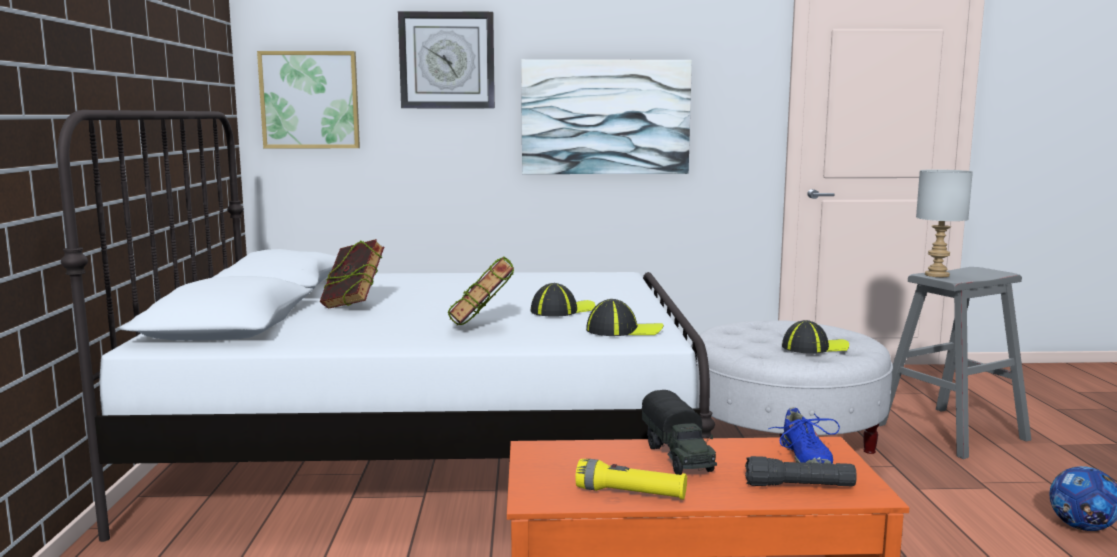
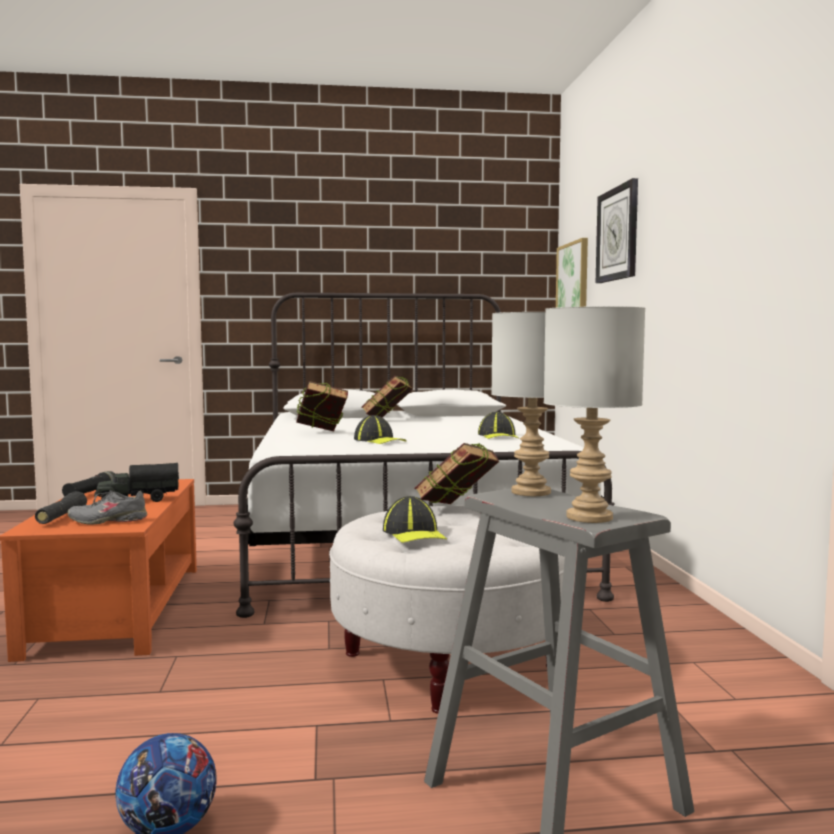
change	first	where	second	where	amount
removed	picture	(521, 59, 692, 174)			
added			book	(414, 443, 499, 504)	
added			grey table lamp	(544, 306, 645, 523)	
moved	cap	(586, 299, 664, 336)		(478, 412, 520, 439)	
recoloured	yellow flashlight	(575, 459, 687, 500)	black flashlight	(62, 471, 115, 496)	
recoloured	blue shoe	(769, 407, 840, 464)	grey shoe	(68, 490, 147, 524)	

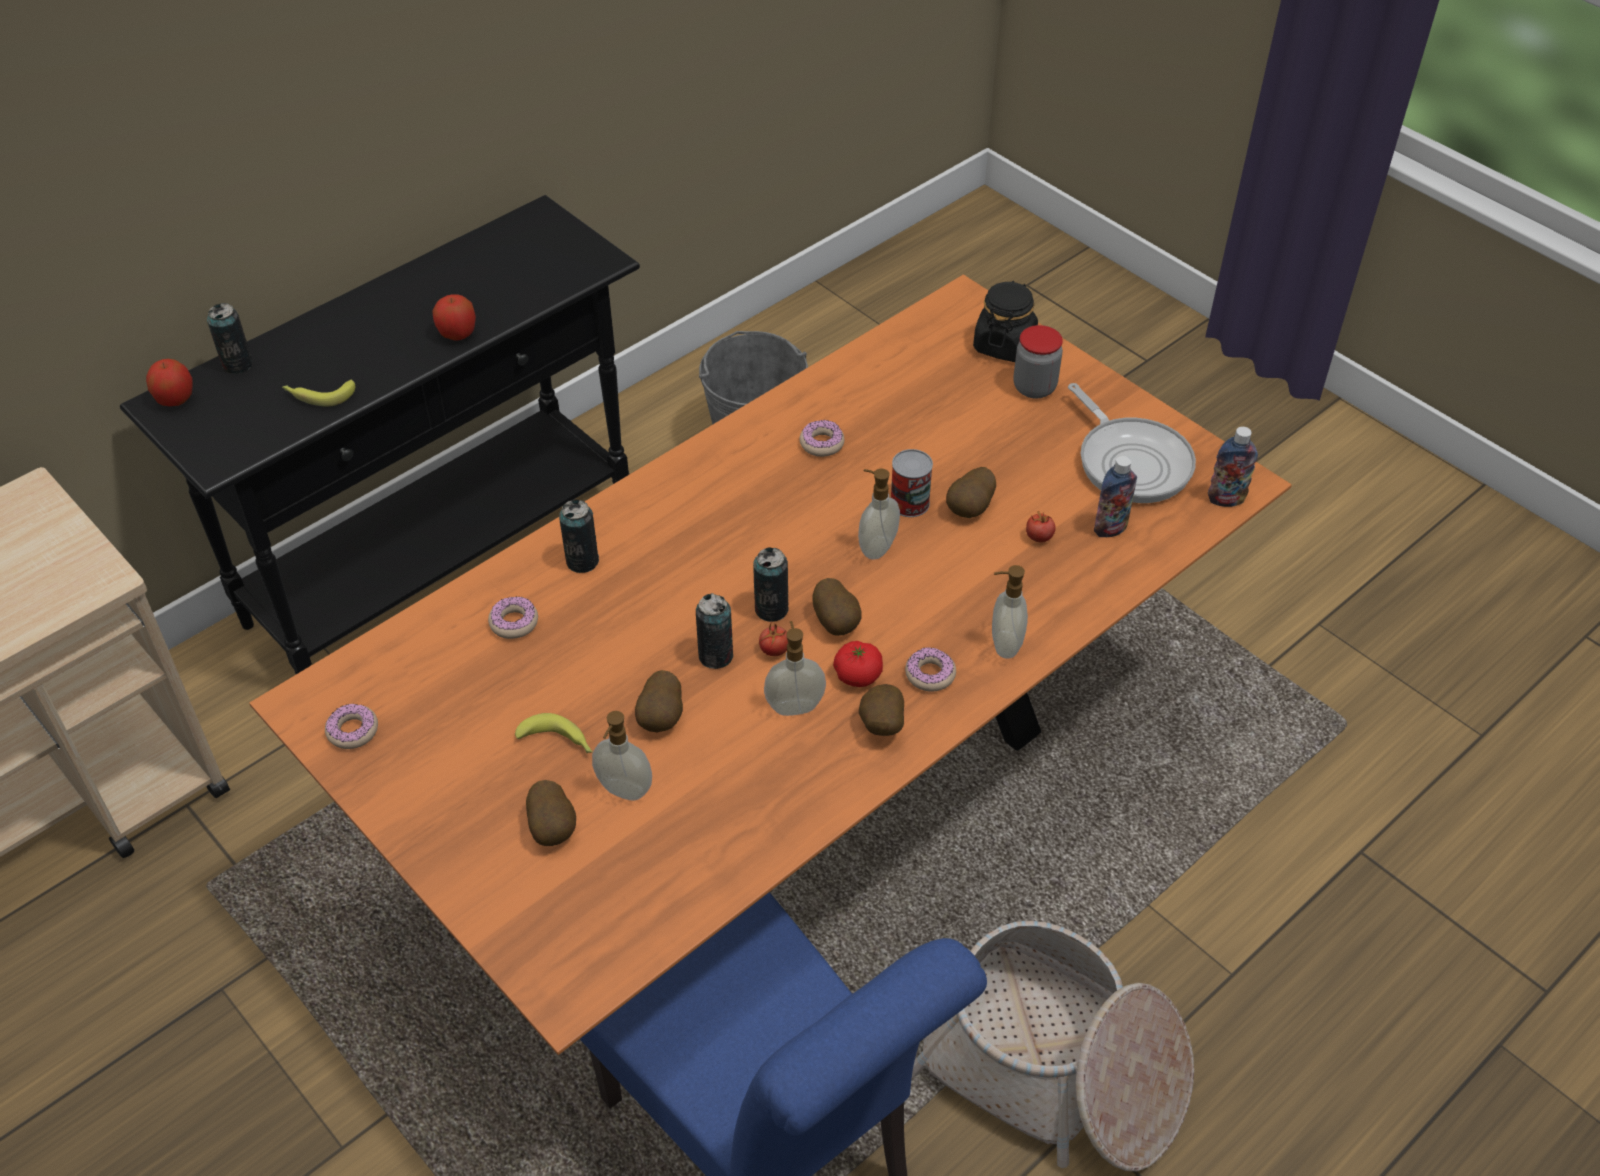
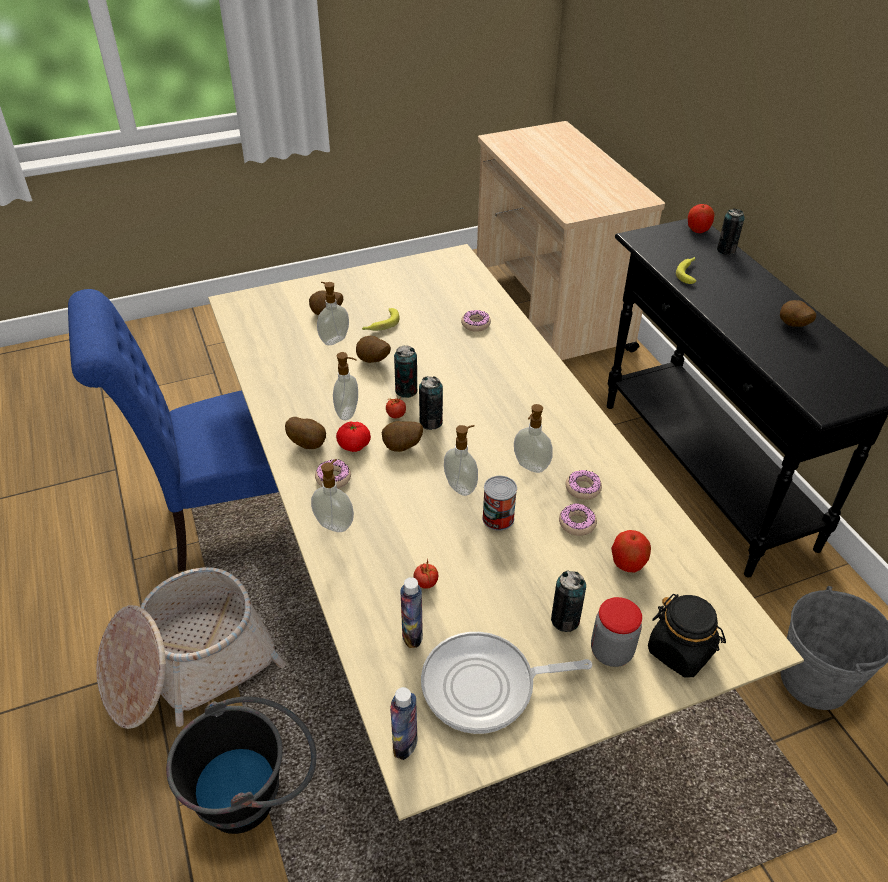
change	first	where	second	where	amount
added			black bucket	(166, 697, 317, 834)	
added			soap dispenser	(514, 404, 553, 473)	
moved	donut	(325, 704, 378, 749)		(559, 503, 597, 536)	
moved	apple	(432, 294, 476, 341)		(611, 530, 651, 572)	
moved	can	(559, 499, 599, 573)		(551, 570, 586, 632)	
moved	potato	(946, 467, 996, 518)		(780, 300, 816, 327)	
recoloured	orange dining table	(249, 274, 1292, 1055)	beige dining table	(208, 244, 804, 821)	

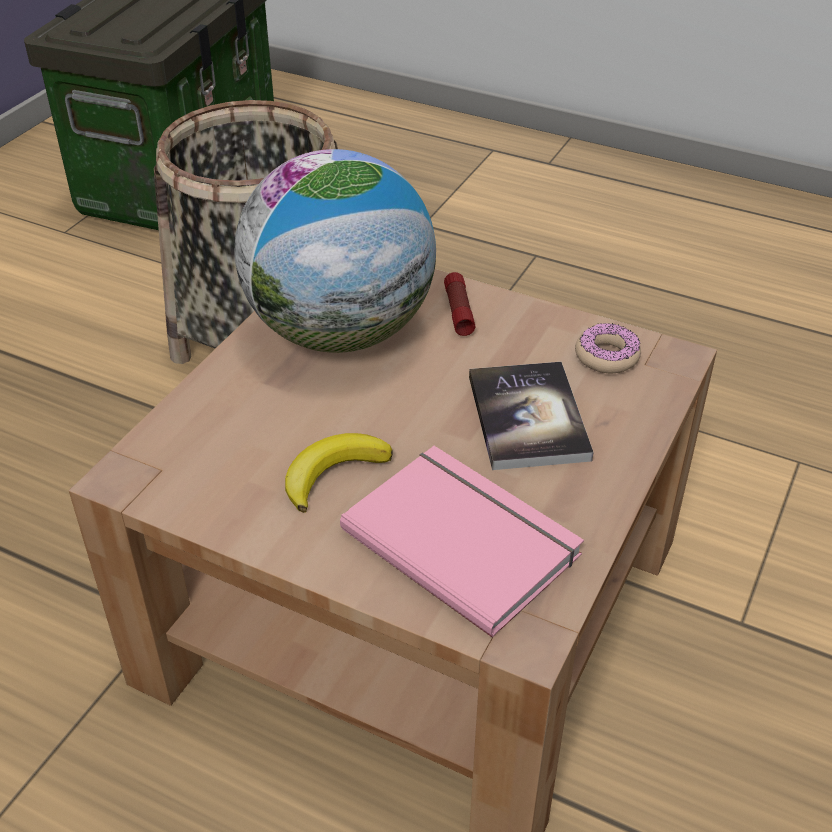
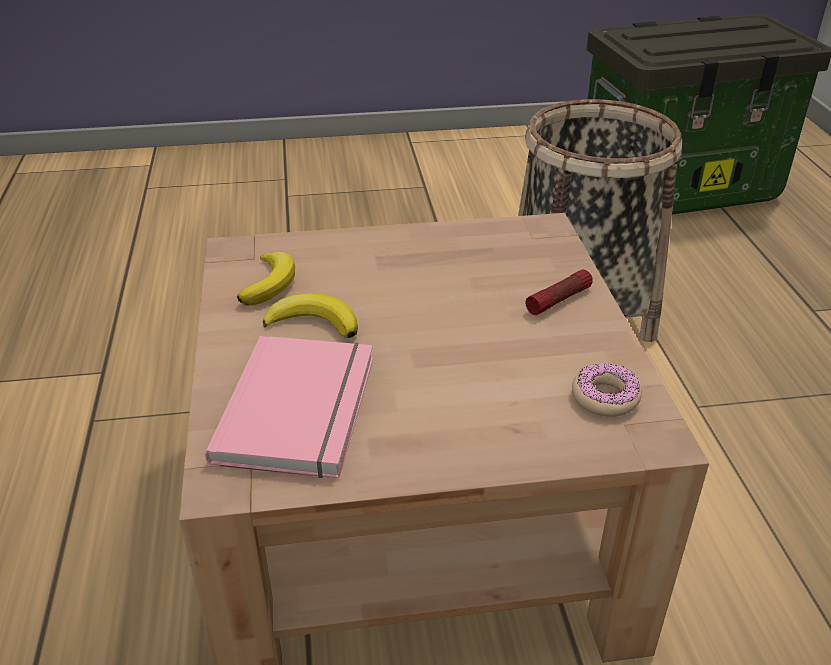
change	first	where	second	where	amount
removed	globe	(235, 149, 436, 353)			
removed	book	(469, 362, 594, 470)			
added			banana	(237, 252, 295, 306)	

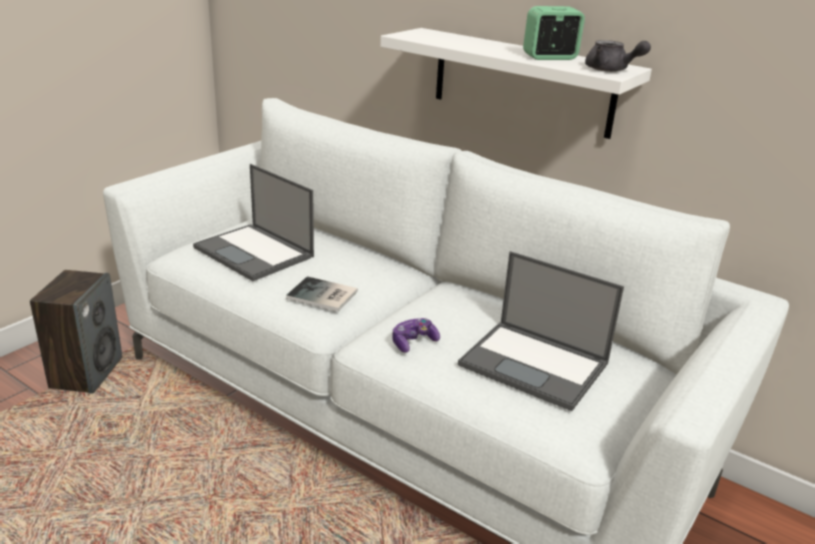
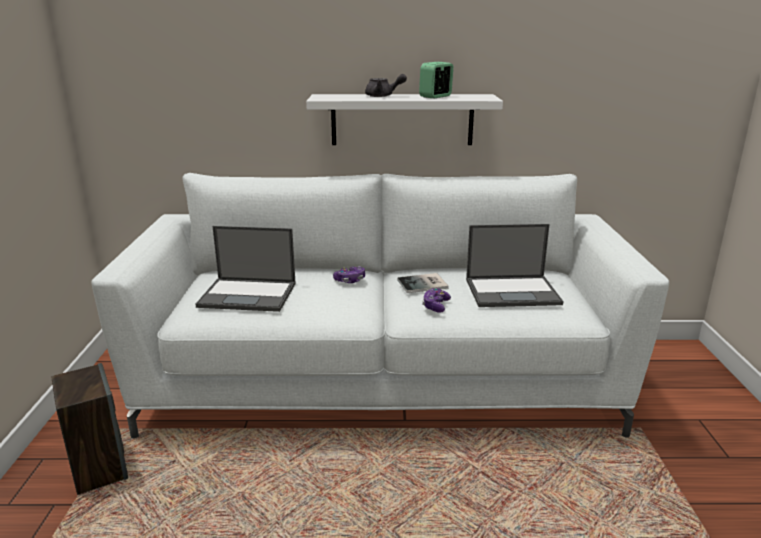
change	first	where	second	where	amount
added			game controller	(333, 266, 365, 283)	
moved	book	(286, 276, 358, 312)		(397, 273, 448, 293)	
moved	grey teapot	(585, 40, 651, 72)		(365, 74, 407, 97)	

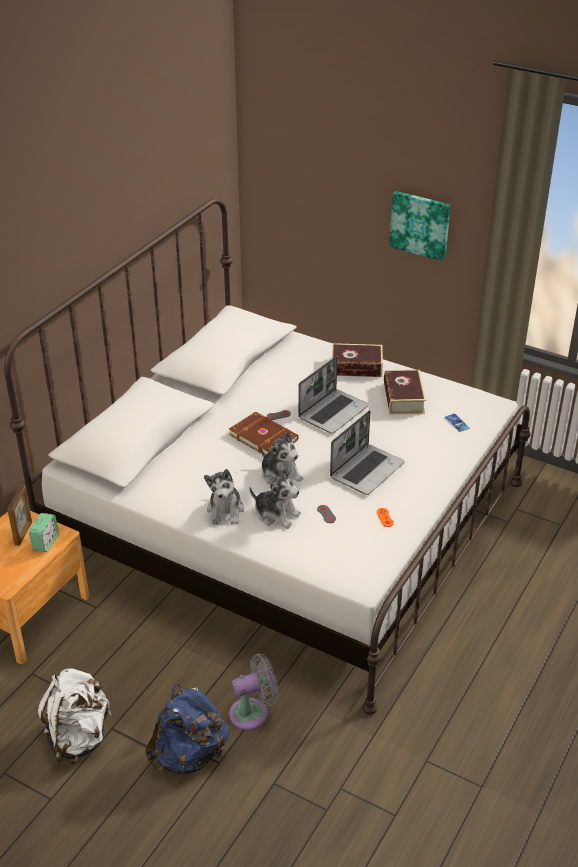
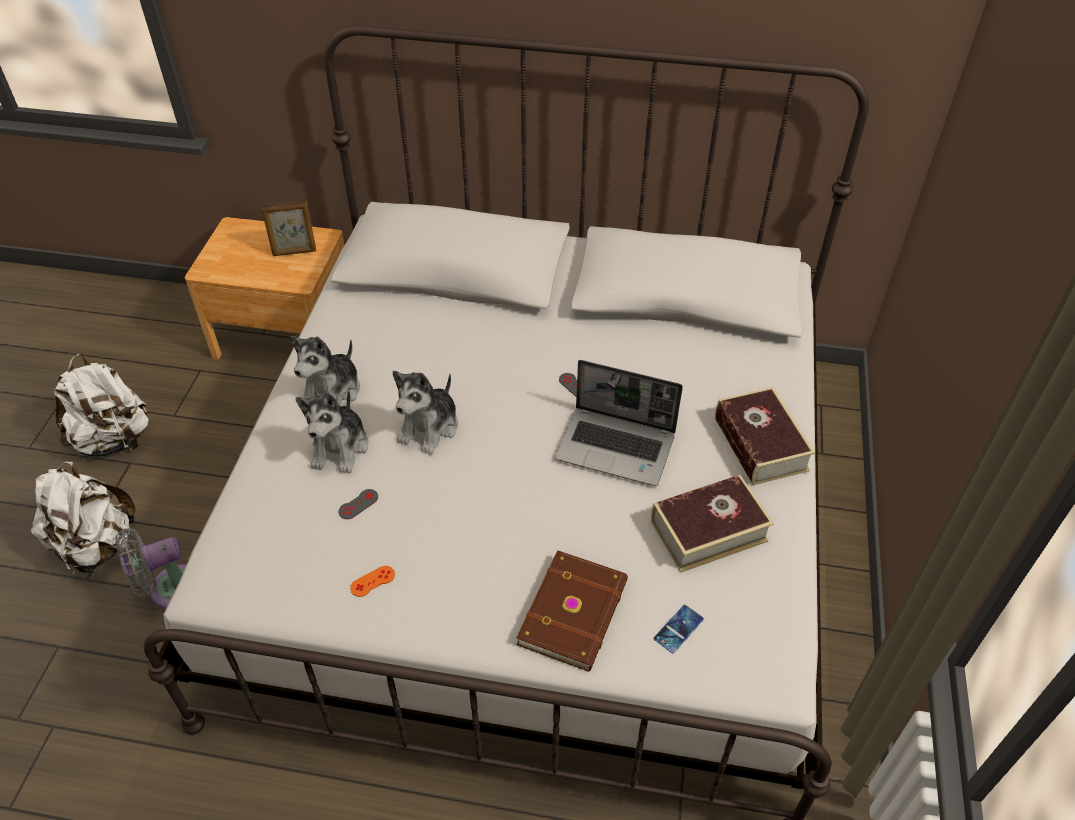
change	first	where	second	where	amount
removed	alarm clock	(29, 513, 59, 552)			
removed	laptop	(330, 410, 405, 495)			
removed	picture	(389, 191, 451, 261)			
moved	brown book	(229, 412, 299, 455)		(516, 550, 628, 671)	
recoloured	blue backpack	(145, 684, 230, 774)	white backpack	(31, 462, 136, 575)	
turned	plush toy	(204, 469, 244, 525)		(291, 336, 360, 407)	45 degrees counterclockwise
turned	grey fan	(229, 654, 279, 730)		(115, 528, 186, 609)	105 degrees clockwise

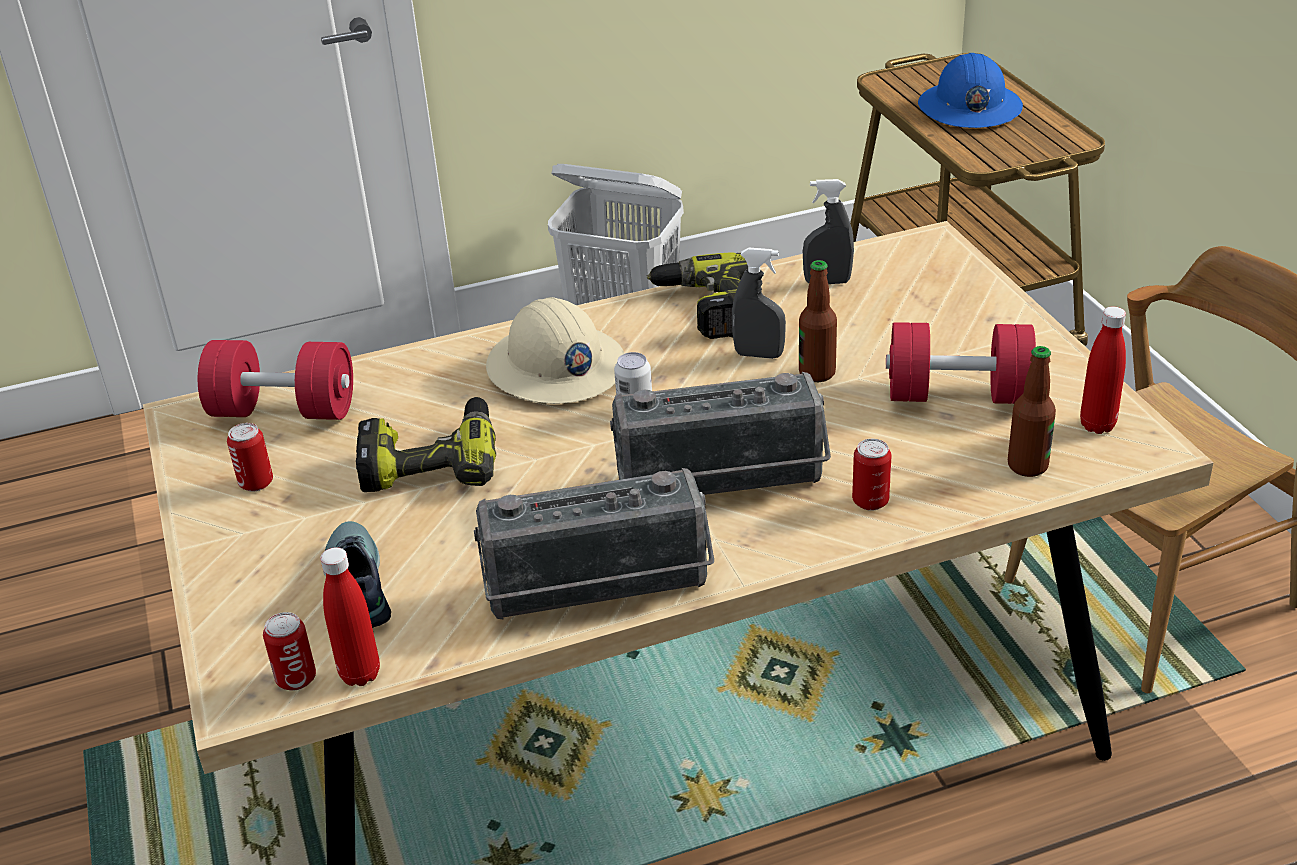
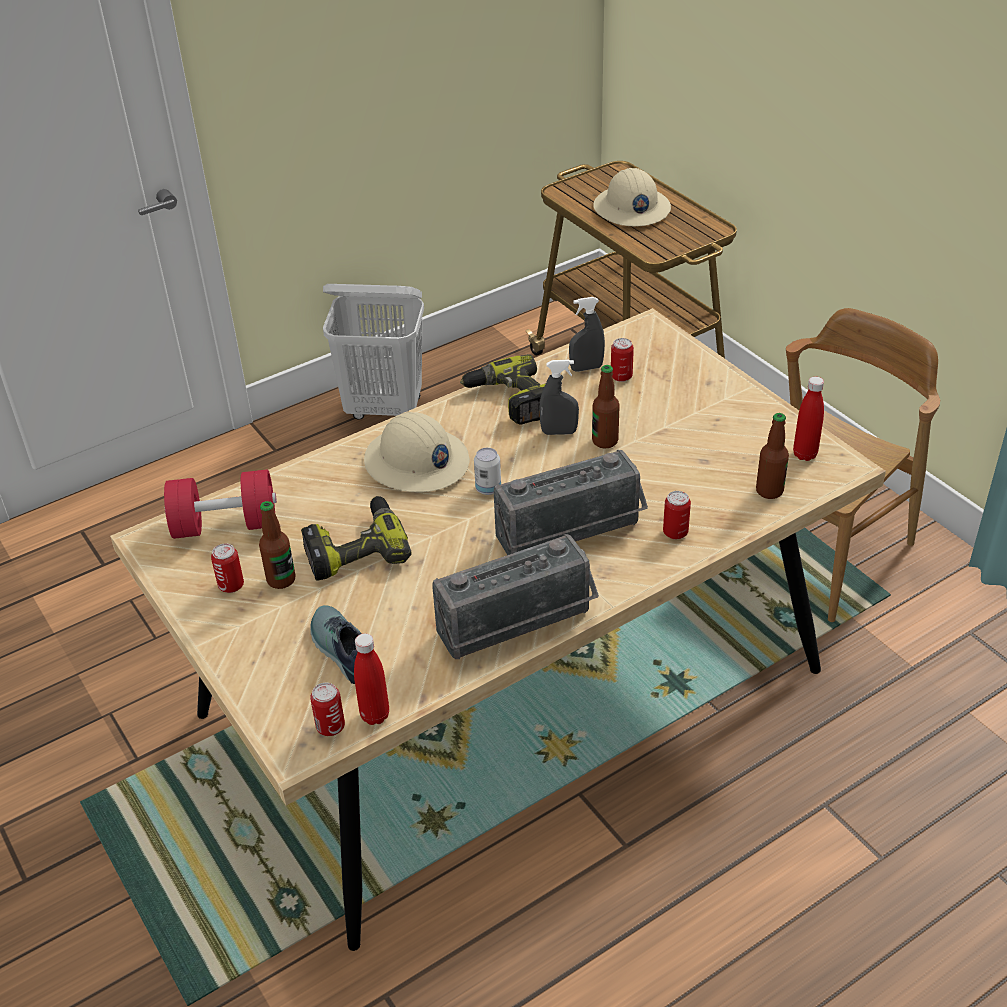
change	first	where	second	where	amount
removed	red dumbbell	(886, 322, 1036, 404)			
added			bottle	(259, 501, 295, 589)	
added			can	(611, 338, 634, 382)	
recoloured	blue hard hat	(918, 53, 1023, 128)	beige hard hat	(593, 168, 671, 226)	

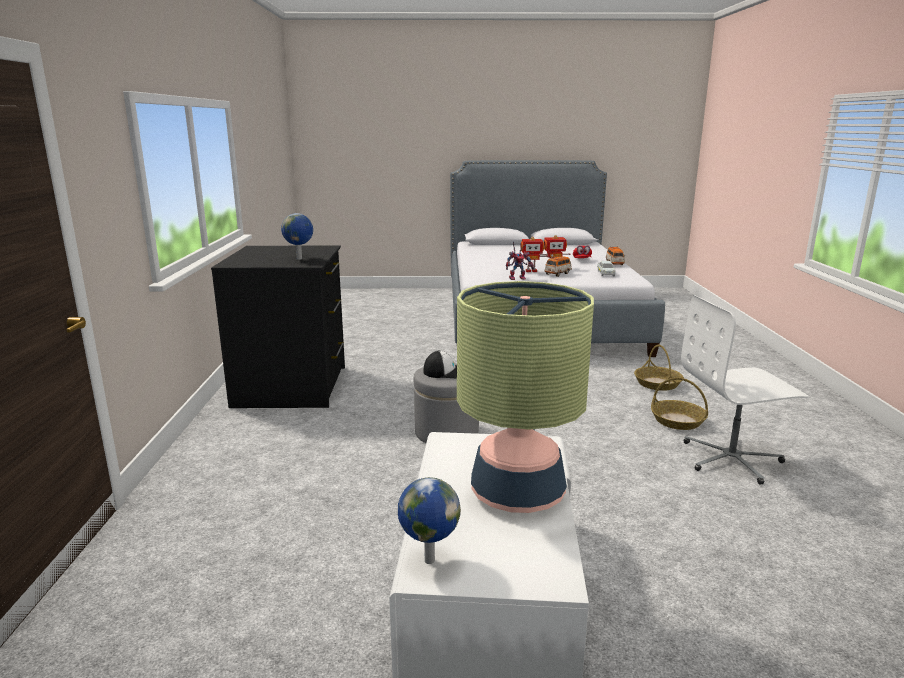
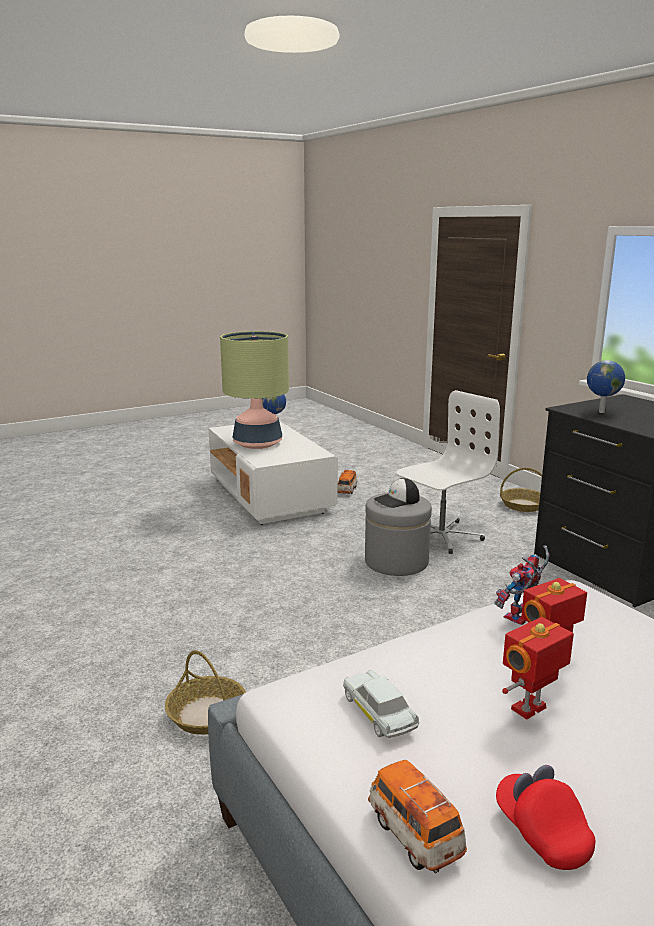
change	first	where	second	where	amount
moved	toy car	(544, 256, 572, 277)		(338, 470, 358, 494)	
moved	basket	(651, 377, 708, 430)		(500, 468, 542, 512)	
moved	white office chair	(681, 295, 809, 485)		(396, 390, 500, 554)	

